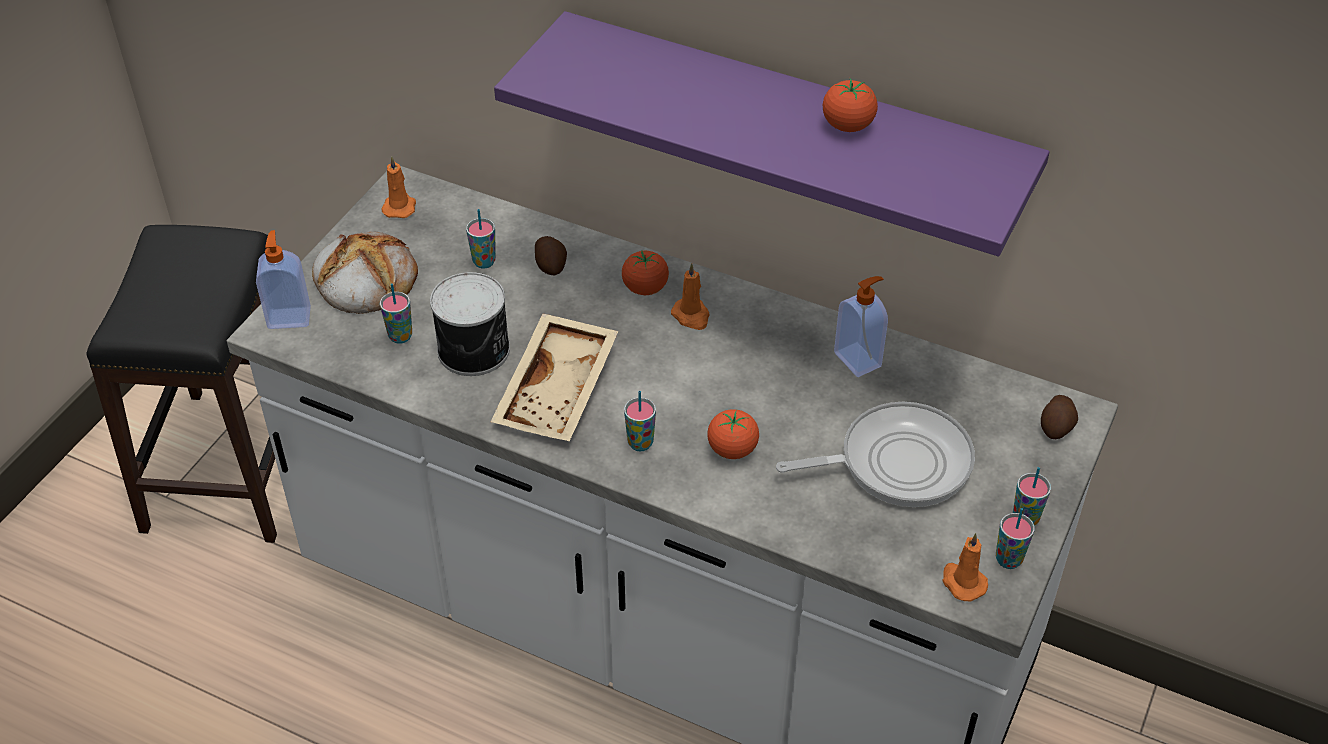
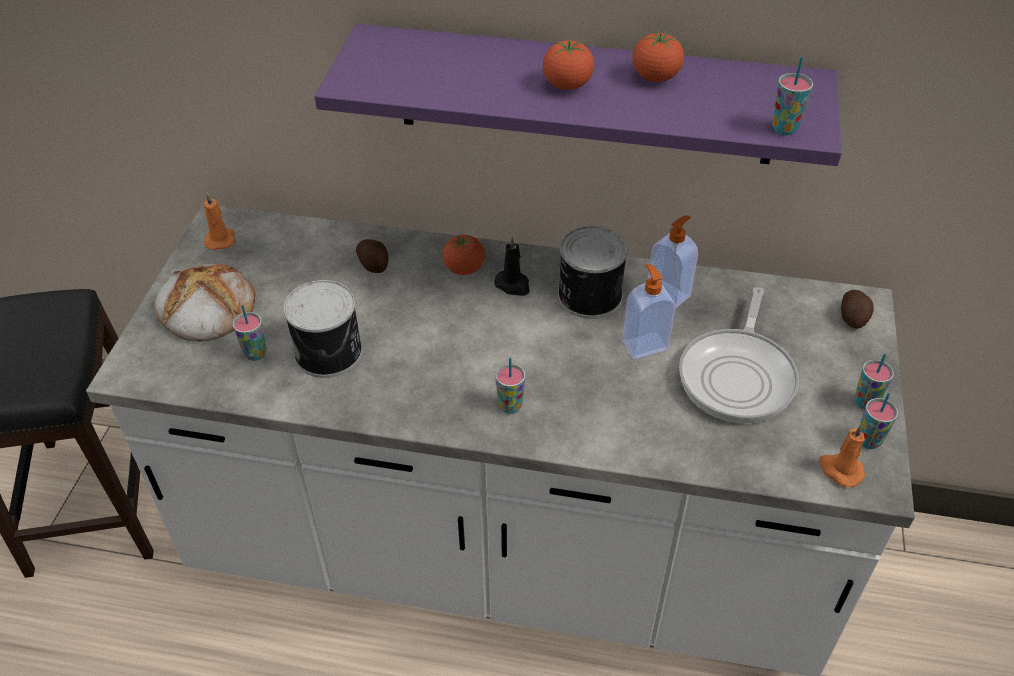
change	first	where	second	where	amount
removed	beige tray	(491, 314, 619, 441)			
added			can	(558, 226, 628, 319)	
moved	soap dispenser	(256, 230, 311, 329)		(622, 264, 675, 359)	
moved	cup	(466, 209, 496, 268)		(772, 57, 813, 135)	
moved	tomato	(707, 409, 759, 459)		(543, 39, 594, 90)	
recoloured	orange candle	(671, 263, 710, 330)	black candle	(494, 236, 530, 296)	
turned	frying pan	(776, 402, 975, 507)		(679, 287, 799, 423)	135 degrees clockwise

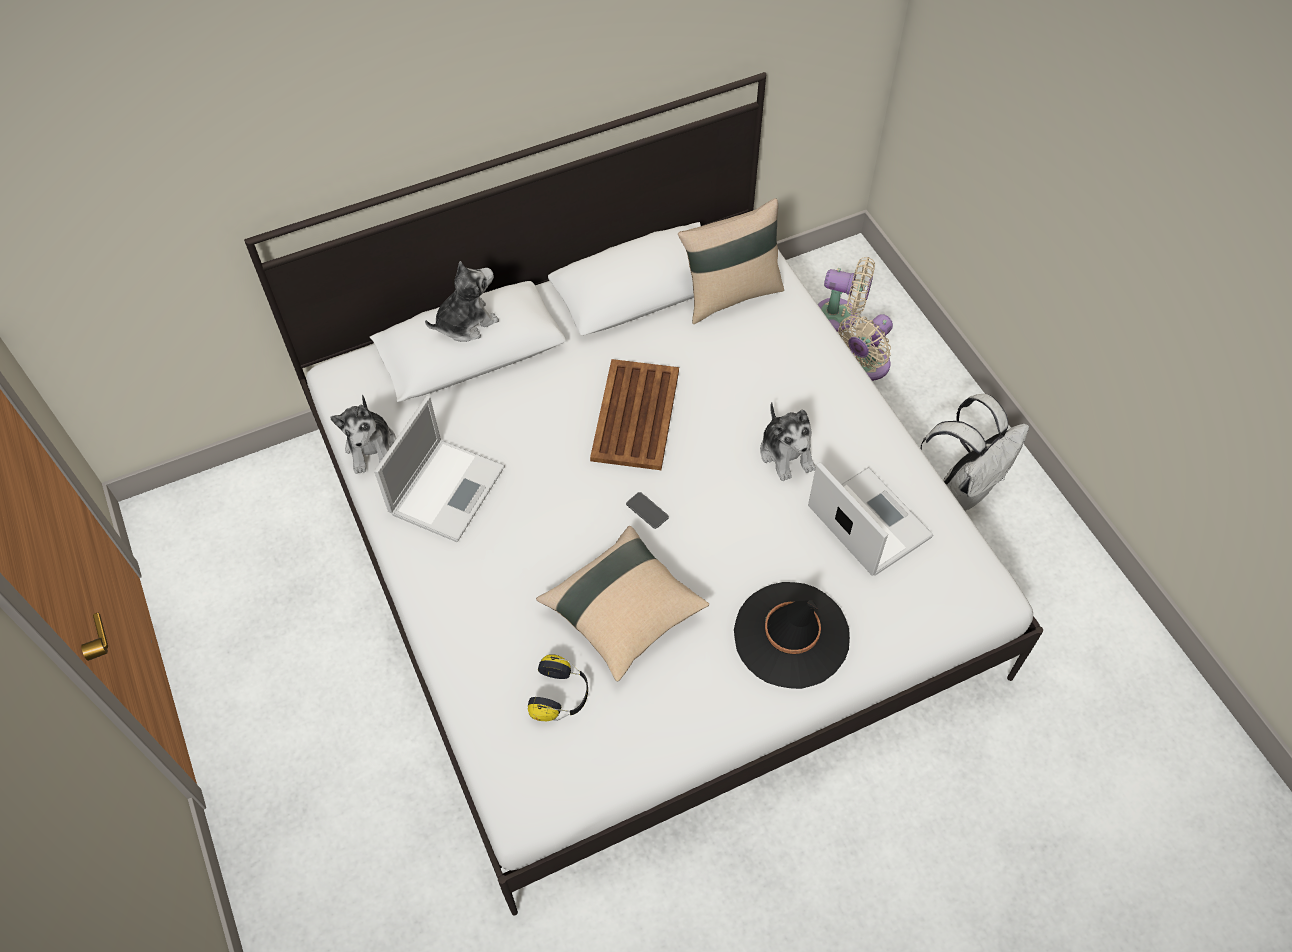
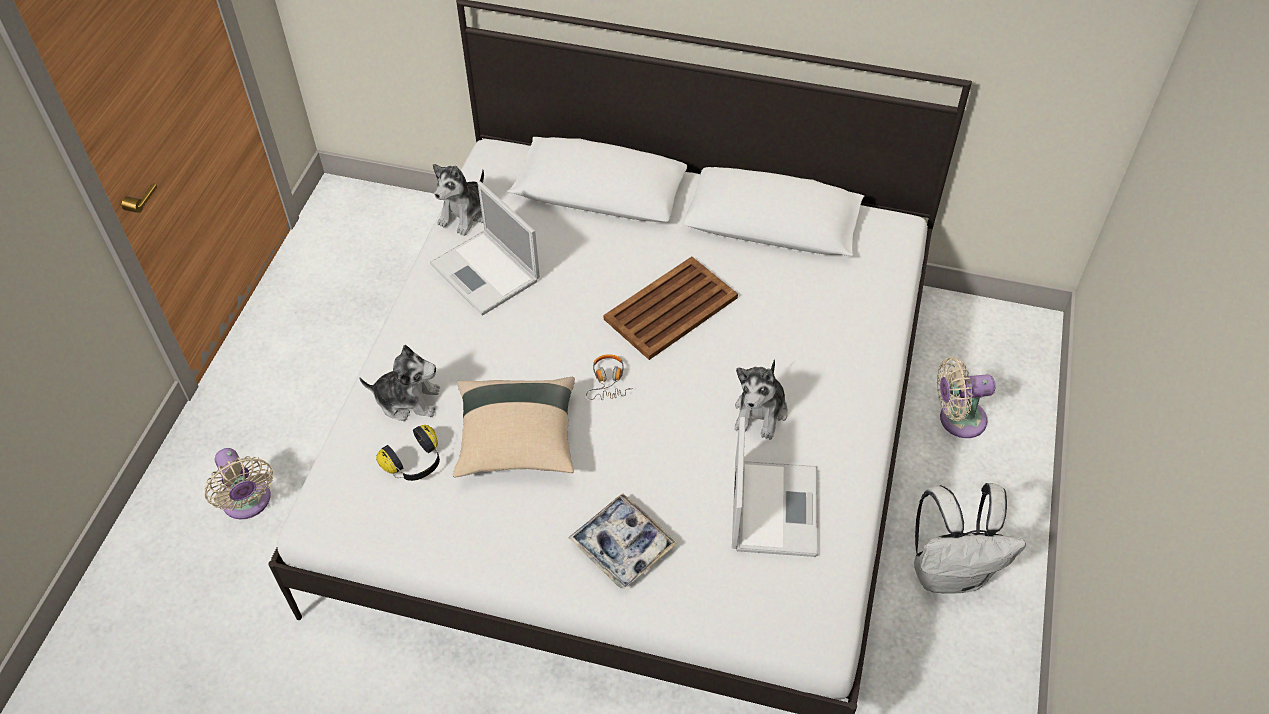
change	first	where	second	where	amount
removed	beige pillow	(678, 198, 784, 324)			
moved	plush toy	(425, 261, 499, 342)		(359, 345, 440, 421)	
moved	beige fan	(818, 257, 875, 332)		(204, 448, 273, 519)	
replaced	phone	(626, 492, 669, 529)	headphones	(586, 354, 633, 400)	
replaced	black hat	(734, 582, 850, 689)	tray	(568, 494, 677, 589)	
turned	laptop	(374, 396, 505, 542)		(430, 182, 540, 315)	75 degrees clockwise

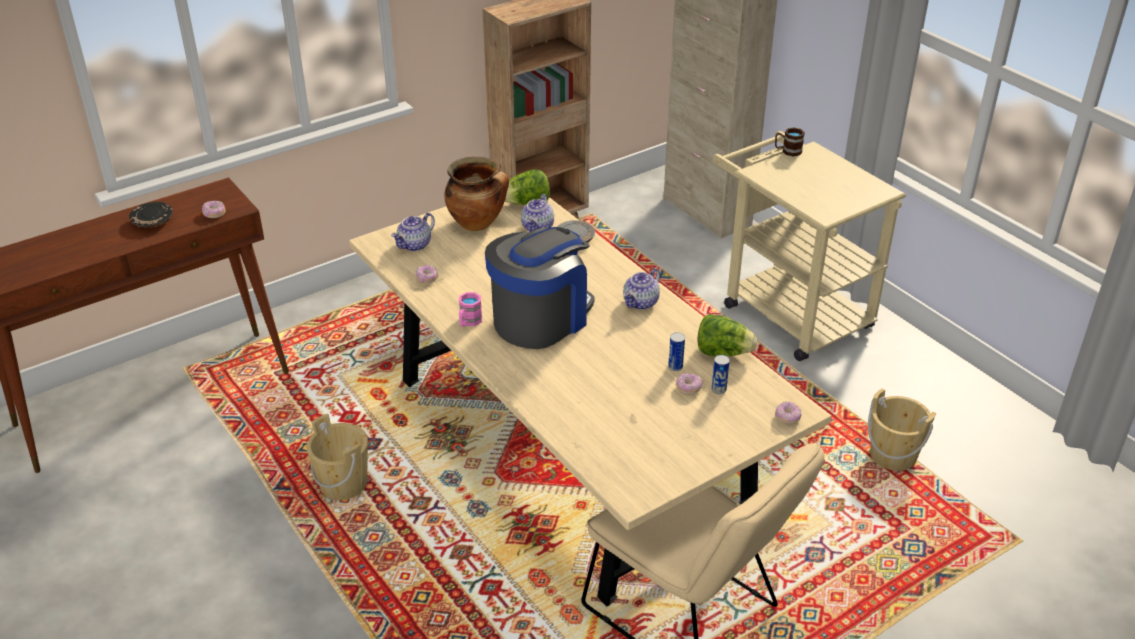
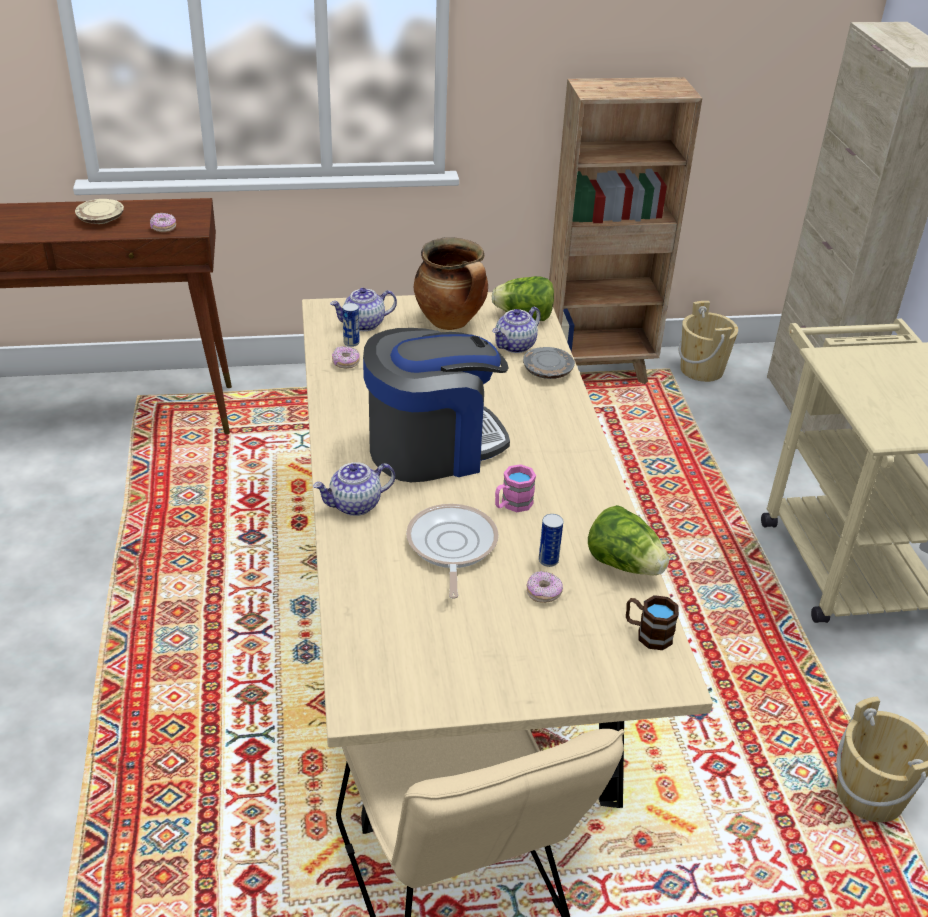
change	first	where	second	where	amount
removed	donut	(775, 402, 802, 424)			
added			frying pan	(406, 504, 499, 599)	
moved	beige bucket	(307, 414, 368, 500)		(679, 301, 738, 382)	
moved	pink mug	(459, 292, 482, 327)		(495, 464, 536, 512)	
moved	teapot	(623, 268, 660, 310)		(313, 462, 395, 516)	
moved	can	(712, 355, 730, 394)		(342, 303, 360, 347)	
moved	brown mug	(775, 128, 805, 156)		(626, 595, 679, 650)	
recoloured	black plate	(129, 202, 172, 228)	beige plate	(75, 199, 124, 224)	

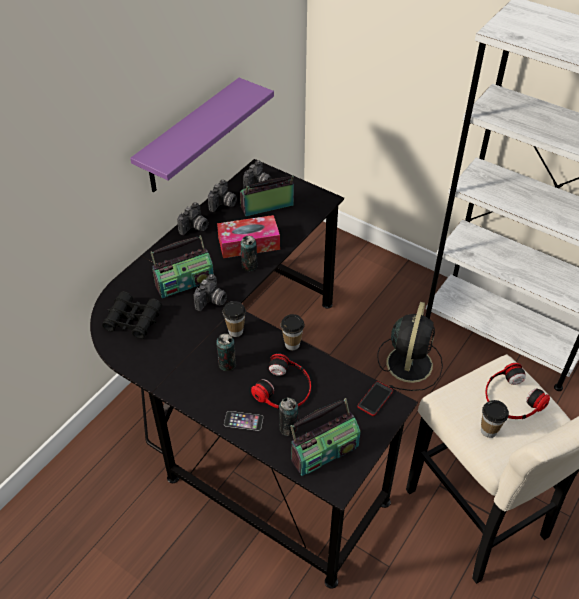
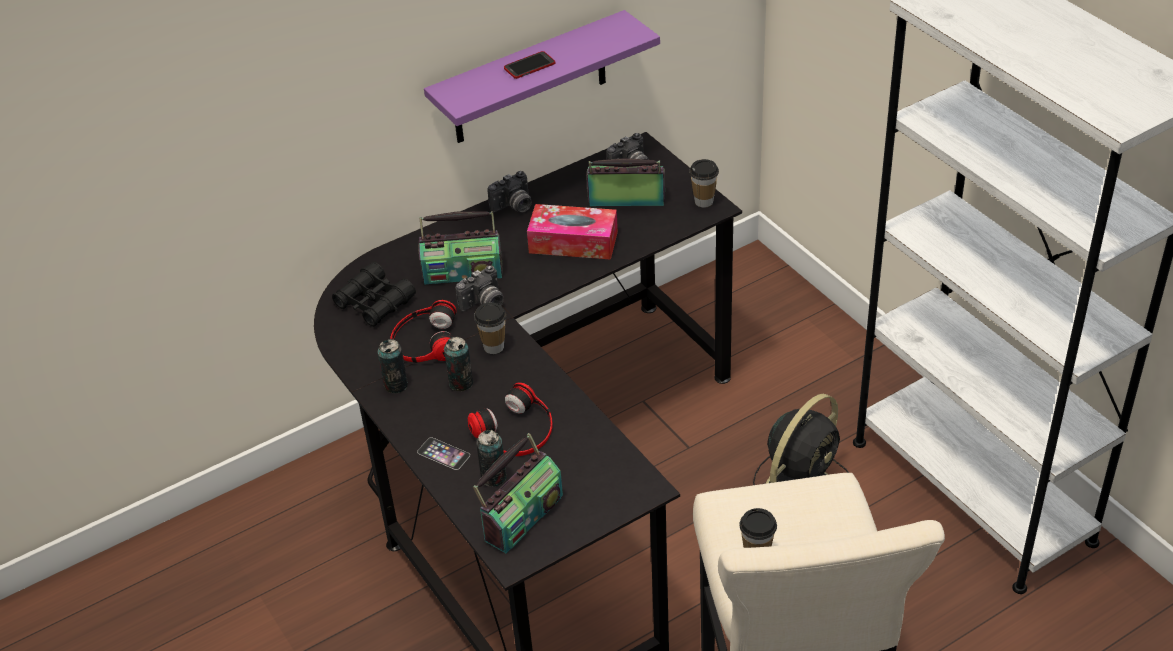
change	first	where	second	where	amount
removed	photo camera	(208, 180, 237, 212)			
moved	can	(240, 236, 257, 271)		(377, 339, 408, 393)	
moved	cup	(281, 314, 304, 350)		(689, 159, 719, 208)	
moved	phone	(357, 381, 393, 416)		(504, 51, 555, 79)	
moved	headphones	(486, 363, 550, 419)		(390, 300, 457, 363)	
turned	radio	(290, 398, 360, 476)		(473, 433, 563, 553)	45 degrees counterclockwise

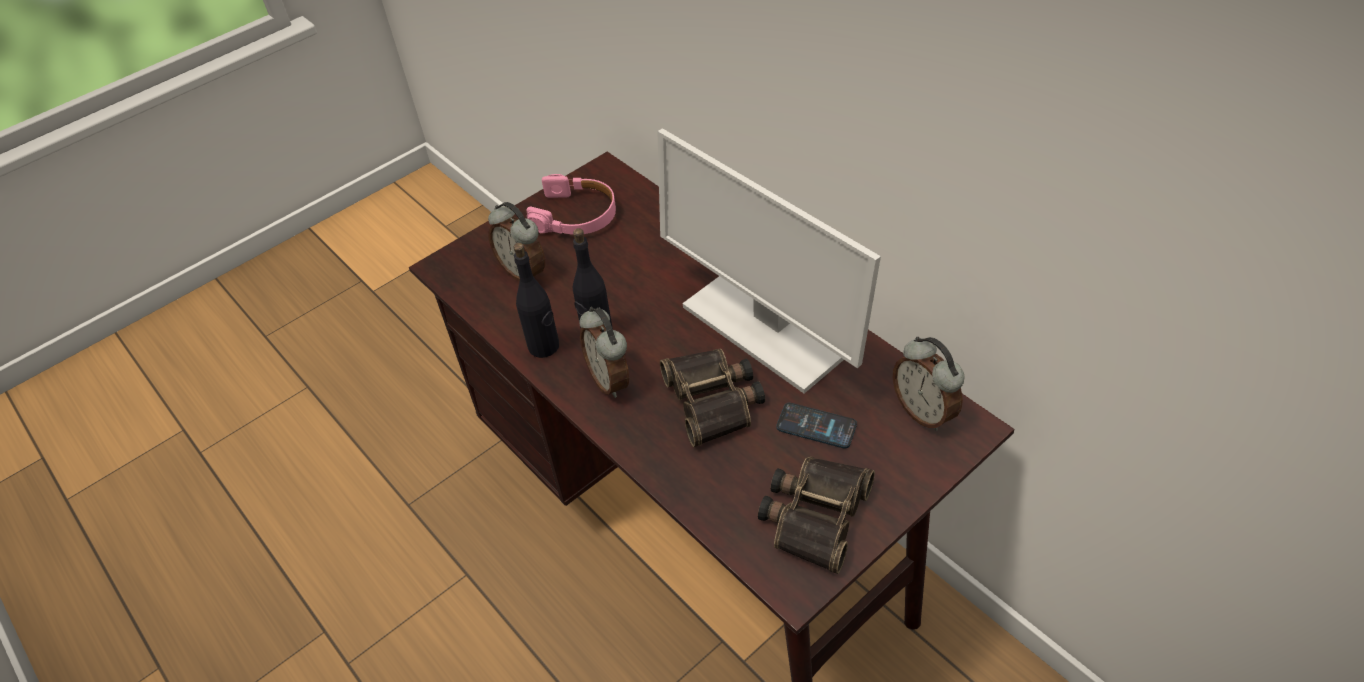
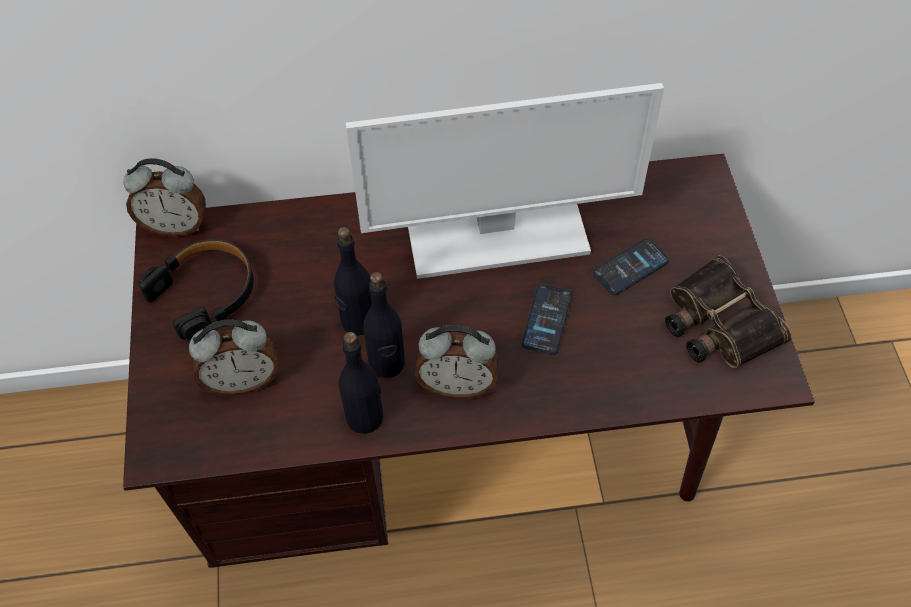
change	first	where	second	where	amount
added			black bottle	(334, 227, 372, 336)	
moved	alarm clock	(893, 337, 965, 431)		(123, 158, 206, 237)	
replaced	binoculars	(660, 349, 765, 447)	phone	(522, 284, 572, 355)	
recoloured	pink headphones	(526, 174, 616, 235)	black headphones	(139, 239, 254, 341)	

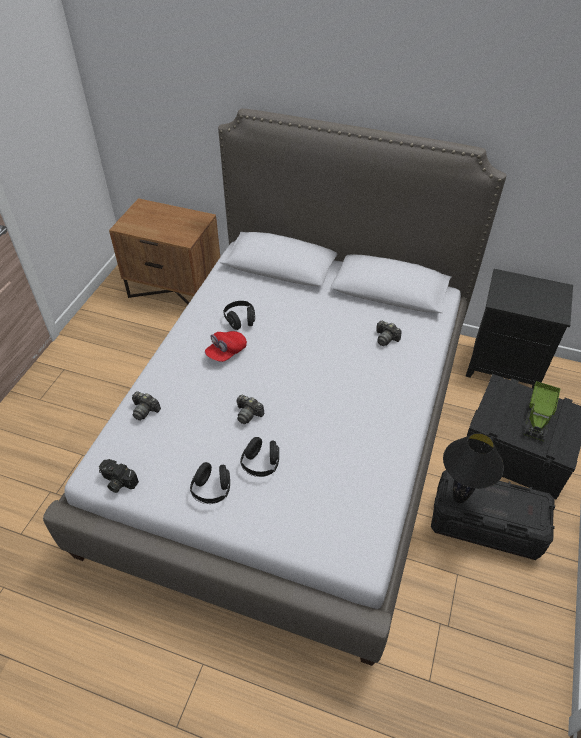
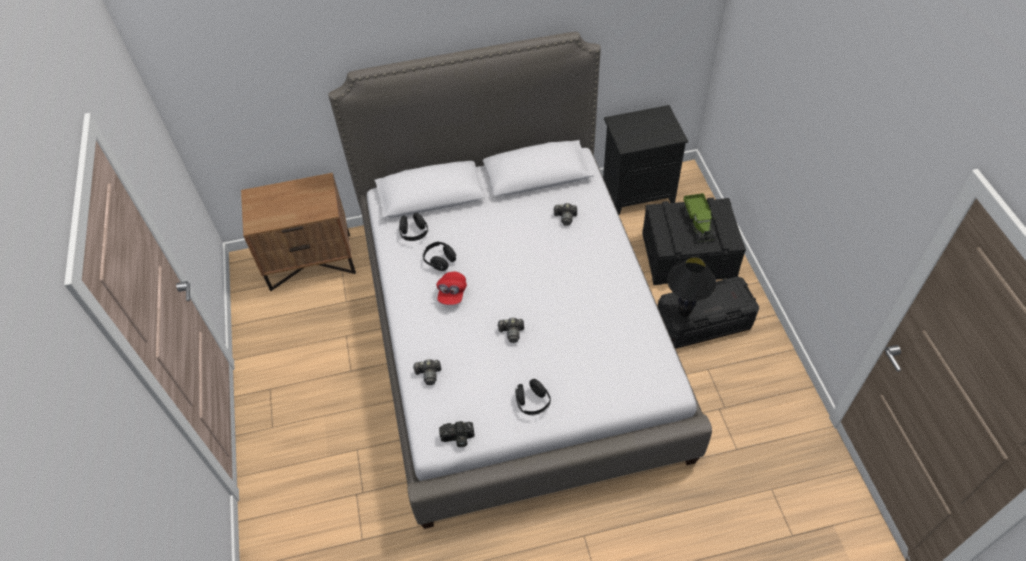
change	first	where	second	where	amount
moved	black headphones	(240, 437, 279, 477)		(399, 213, 428, 241)	

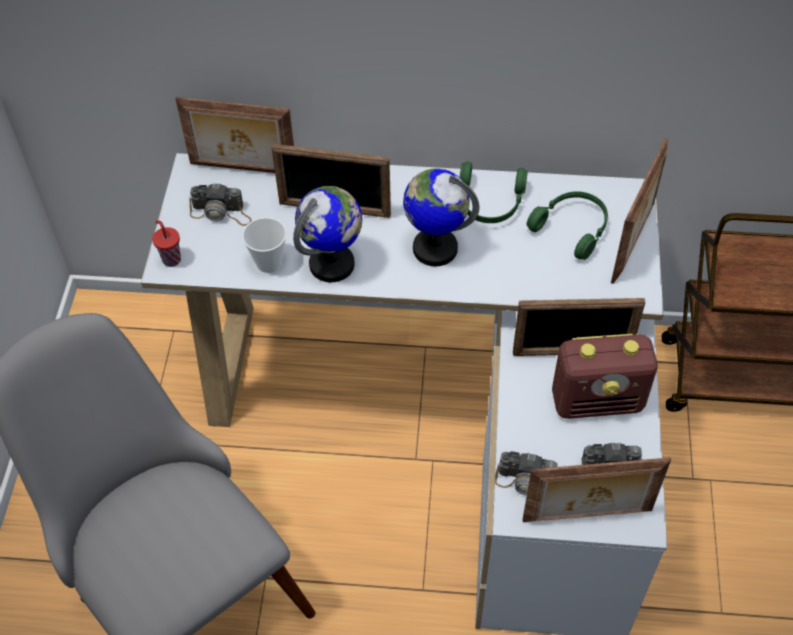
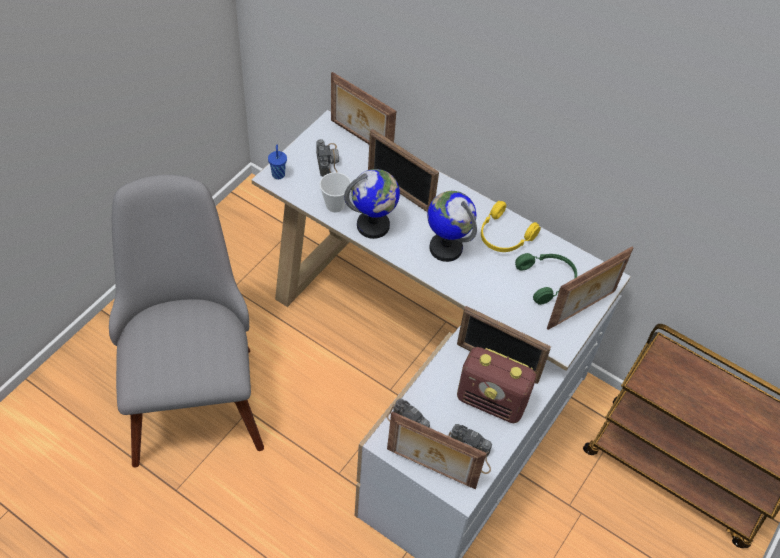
change	first	where	second	where	amount
recoloured	red cup	(152, 220, 181, 267)	blue cup	(268, 145, 287, 179)	
recoloured	green headphones	(459, 162, 528, 223)	yellow headphones	(481, 201, 541, 252)	
turned	photo camera	(189, 183, 252, 226)		(316, 139, 339, 177)	135 degrees counterclockwise

